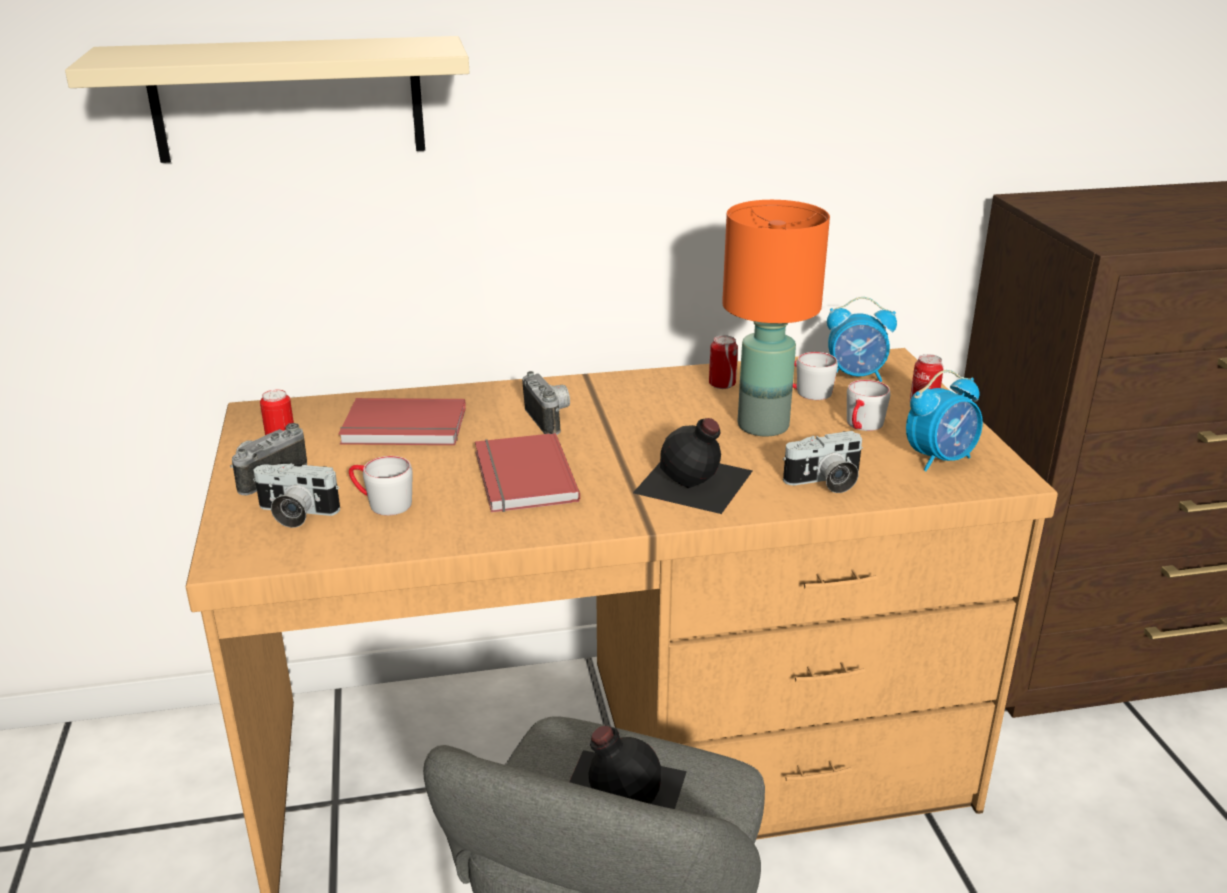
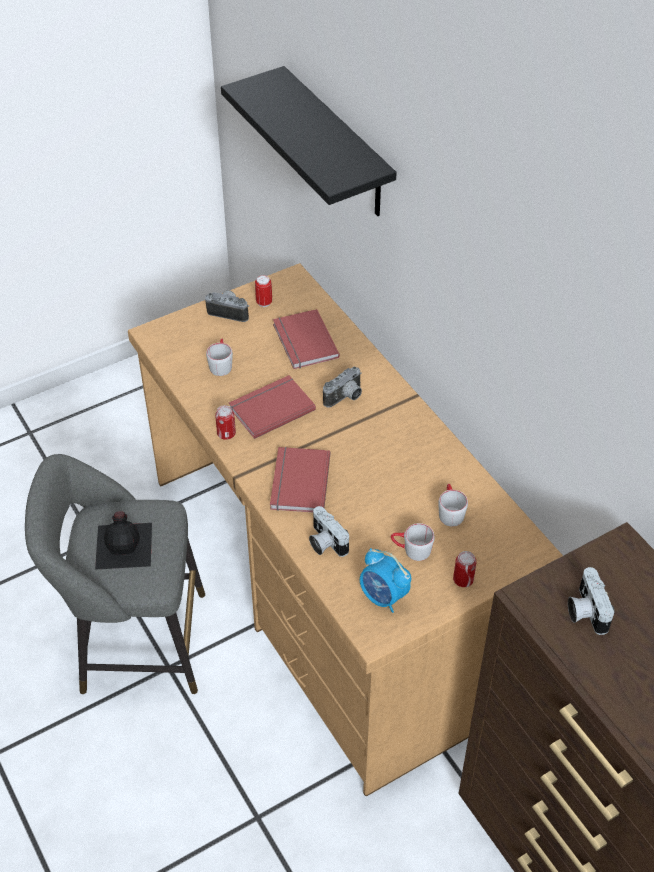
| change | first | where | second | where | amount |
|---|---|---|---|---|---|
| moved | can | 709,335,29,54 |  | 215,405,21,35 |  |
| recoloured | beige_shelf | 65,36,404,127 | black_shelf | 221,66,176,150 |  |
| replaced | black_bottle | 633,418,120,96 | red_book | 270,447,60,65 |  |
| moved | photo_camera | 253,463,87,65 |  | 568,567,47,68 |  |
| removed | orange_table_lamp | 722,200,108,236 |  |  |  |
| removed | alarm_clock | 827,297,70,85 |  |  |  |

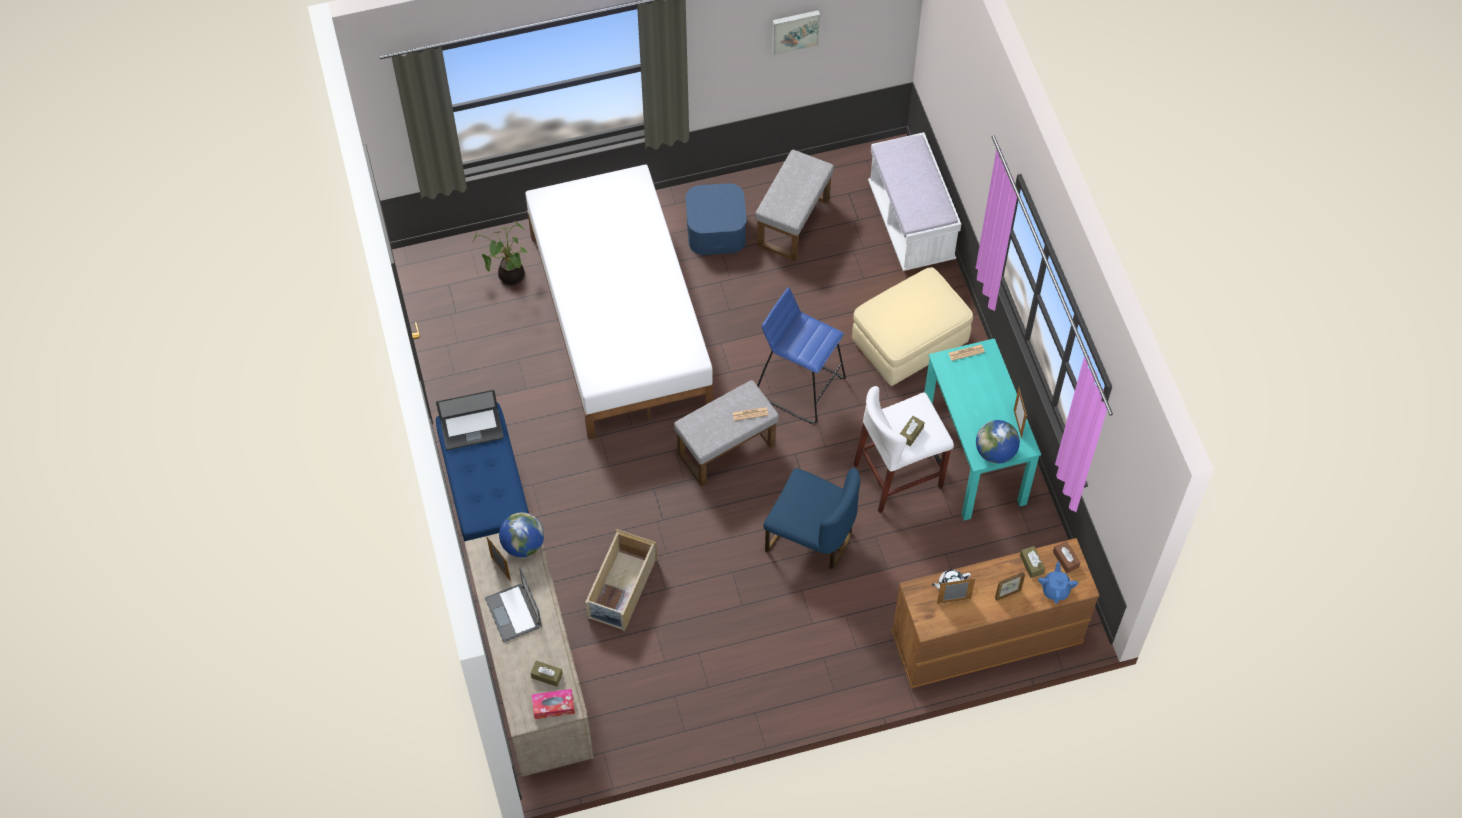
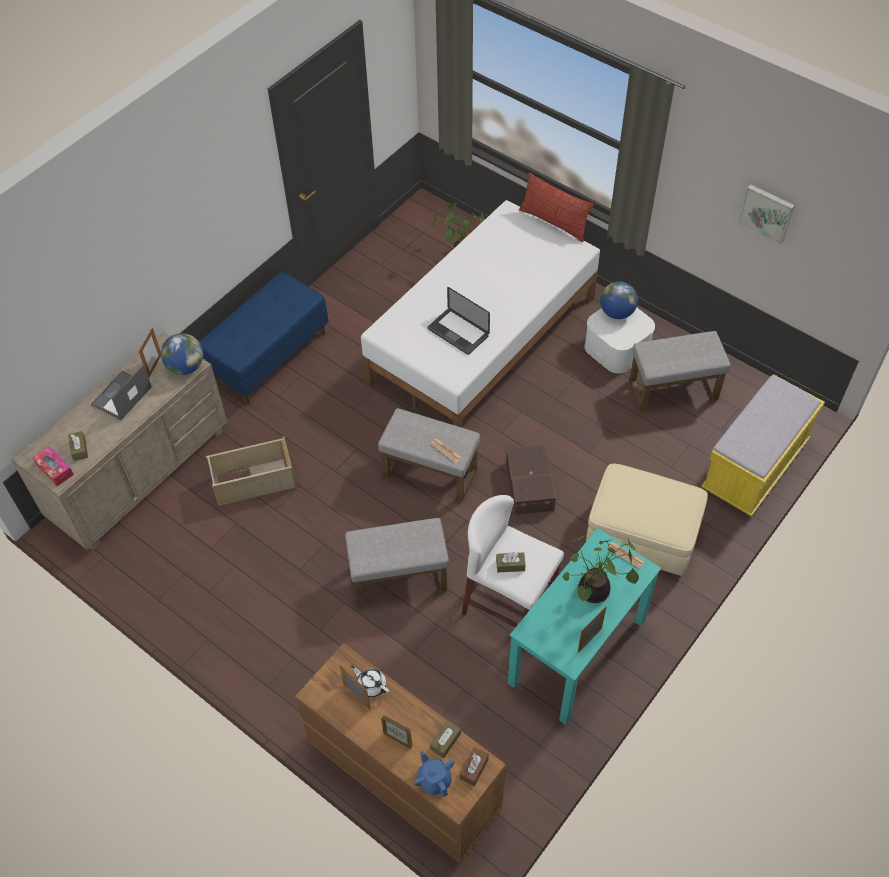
| change | first | where | second | where | amount |
|---|---|---|---|---|---|
| replaced | blue_chair | 763,468,97,101 | grey_ottoman | 345,518,104,87 |  |
| turned | blue_teapot | 1038,562,40,42 |  | 414,751,40,46 | 90 degrees counterclockwise |
| moved | laptop | 436,390,68,60 |  | 428,287,62,68 |  |
| replaced | blue_stool | 757,287,89,137 | brown_storage_box | 506,445,50,70 |  |
| added |  |  | pillow | 519,173,75,69 |  |
| added |  |  | potted_plant | 562,536,77,67 |  |
| recoloured | blue_storage_box | 686,183,61,72 | white_storage_box | 585,307,70,66 |  |
| moved | globe | 976,420,44,44 |  | 600,282,38,37 |  |
| recoloured | white_bench | 868,132,93,139 | yellow_bench | 701,374,124,143 |  |

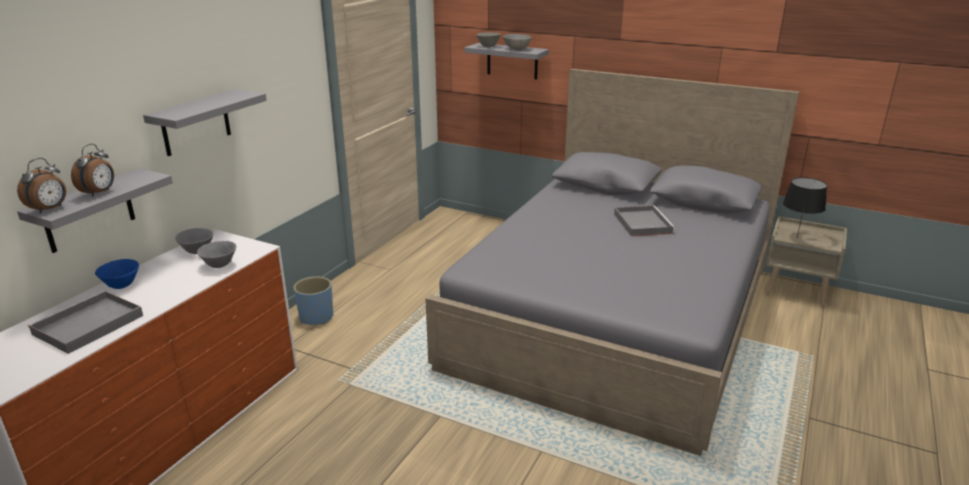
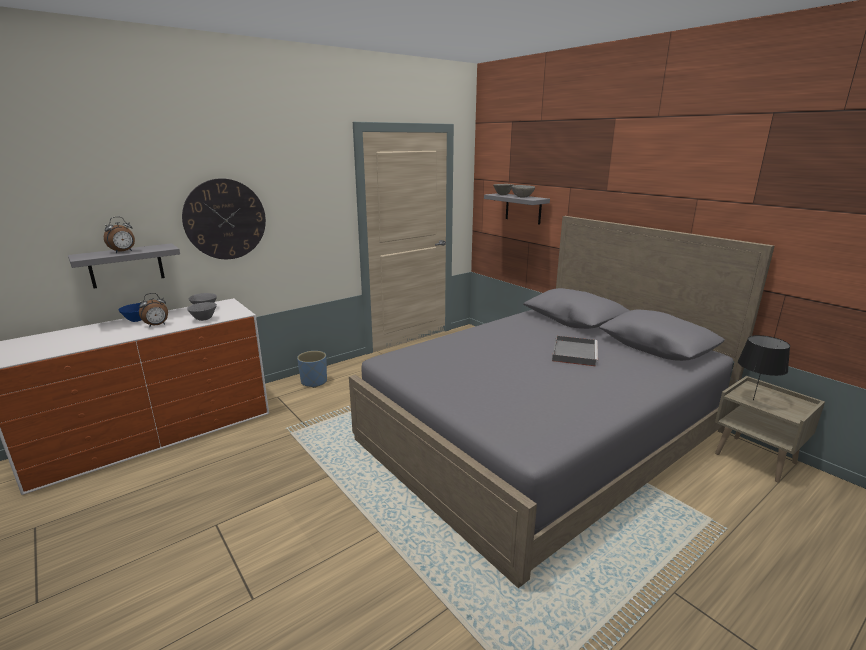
| change | first | where | second | where | amount |
|---|---|---|---|---|---|
| moved | alarm_clock | 17,158,49,56 |  | 139,293,29,34 |  |
| replaced | grey_shelf | 143,89,124,67 | wall_clock | 182,178,84,81 |  |
| removed | grey_tray | 28,291,115,63 |  |  |  |

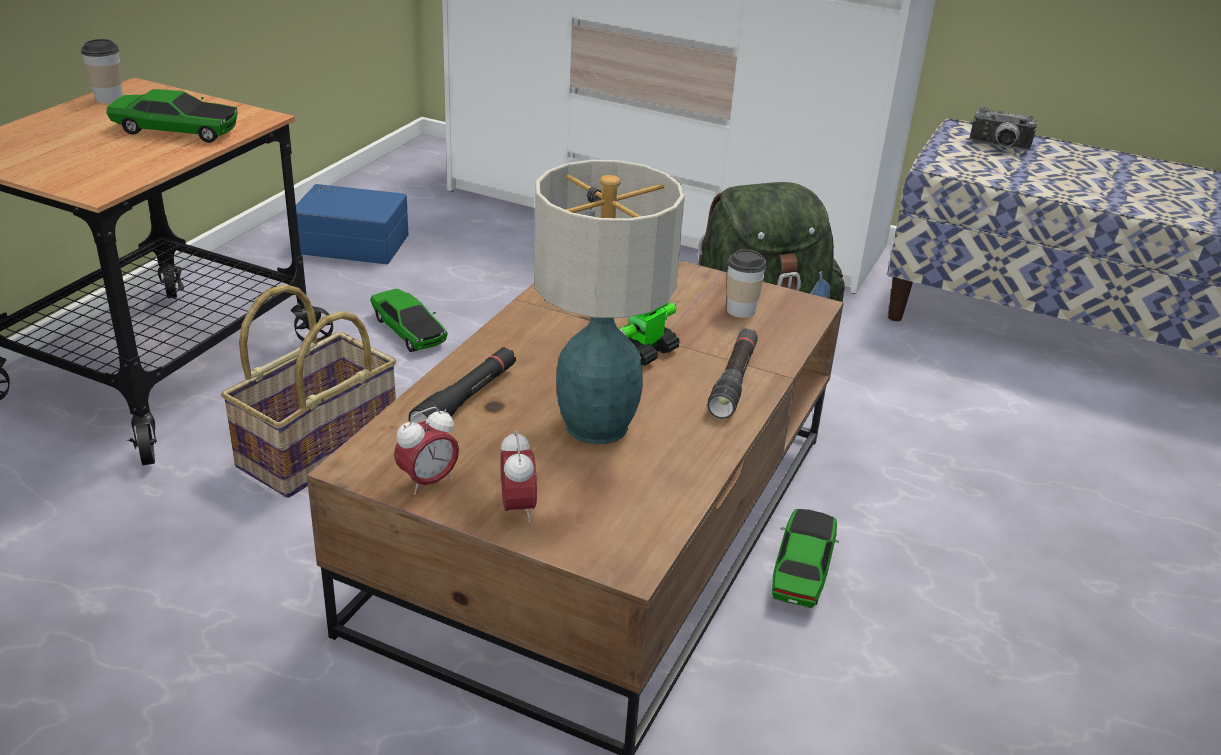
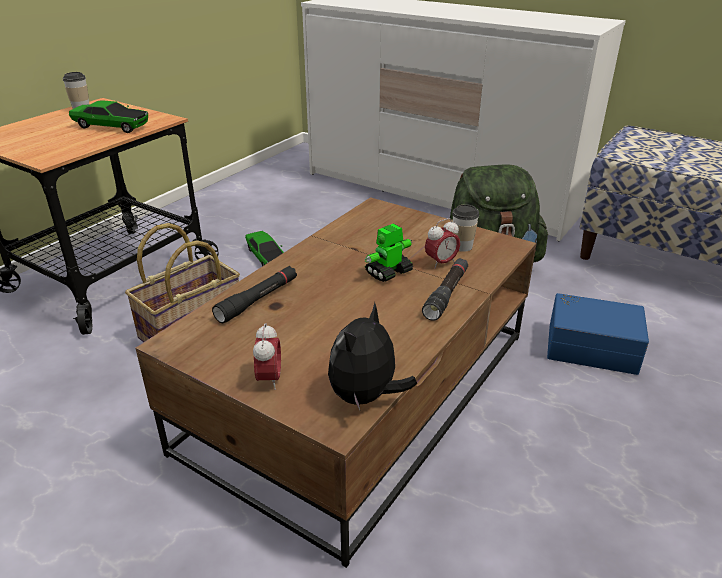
| change | first | where | second | where | amount |
|---|---|---|---|---|---|
| added |  |  | plush_toy | 328,302,89,108 |  |
| moved | alarm_clock | 394,407,65,88 |  | 425,218,35,51 |  |
| moved | blue_storage_box | 296,184,112,80 |  | 547,293,102,82 |  |
| removed | table_lamp | 534,160,151,284 |  |  |  |
| removed | toy_car | 772,509,67,99 |  |  |  |
| removed | photo_camera | 969,106,68,45 |  |  |  |

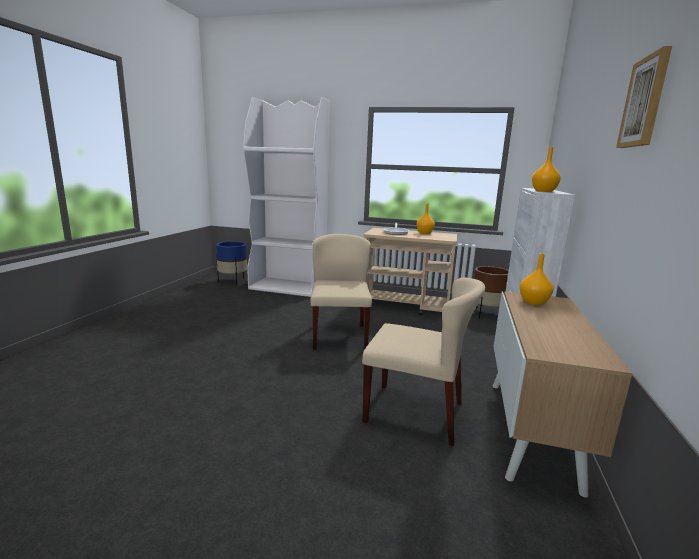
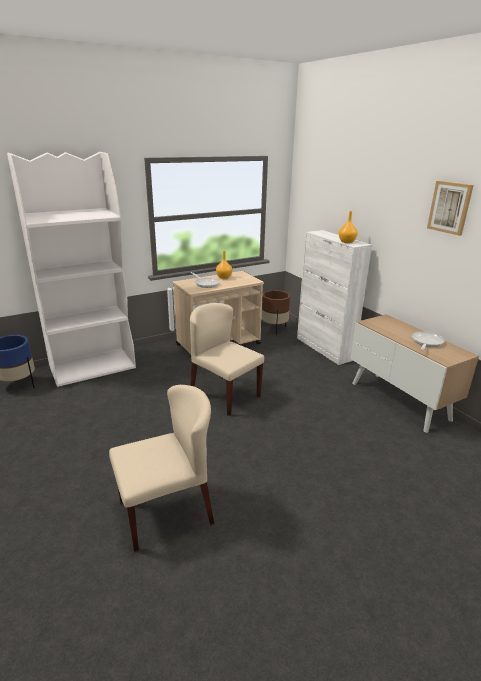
| change | first | where | second | where | amount |
|---|---|---|---|---|---|
| moved | beige_chair | 362,277,123,169 |  | 109,385,105,166 |  |
| added |  |  | frying_pan | 412,332,33,18 |  |
| removed | orange_vase | 519,253,34,52 |  |  |  |

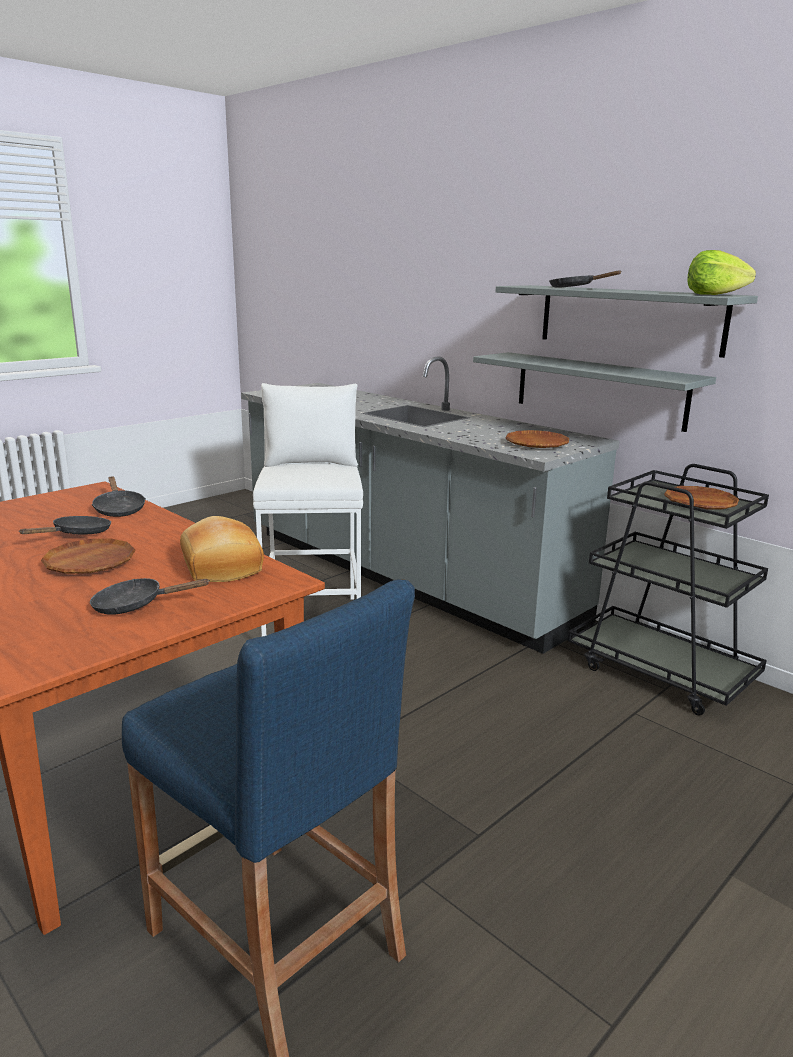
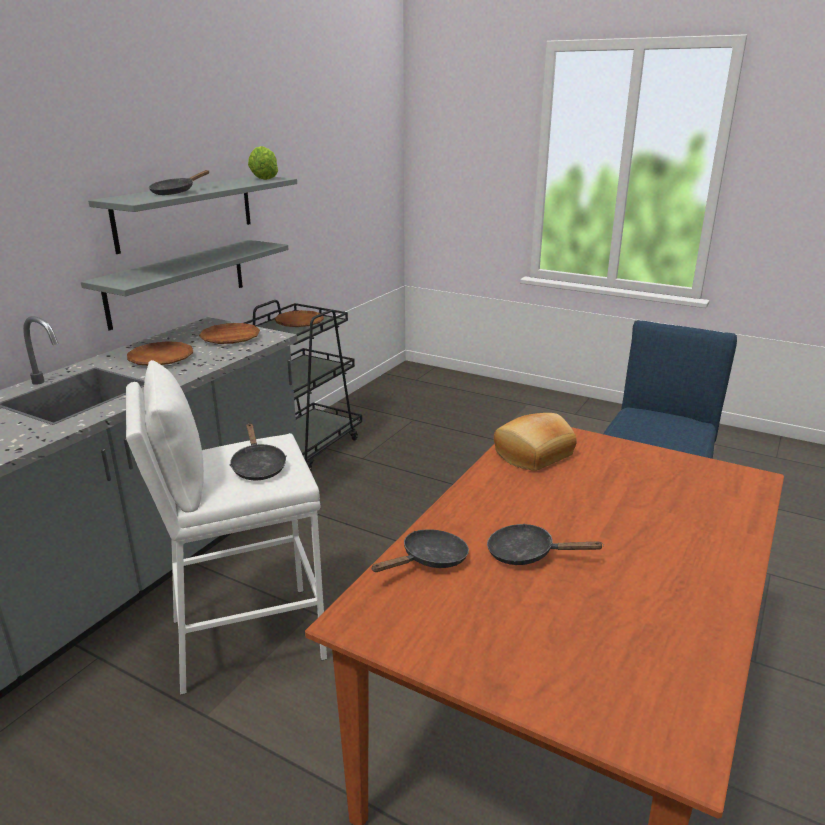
| change | first | where | second | where | amount |
|---|---|---|---|---|---|
| moved | brown_plate | 41,538,94,36 |  | 127,341,66,24 |  |
| moved | black_frying_pan | 90,578,119,37 |  | 230,423,57,57 |  |

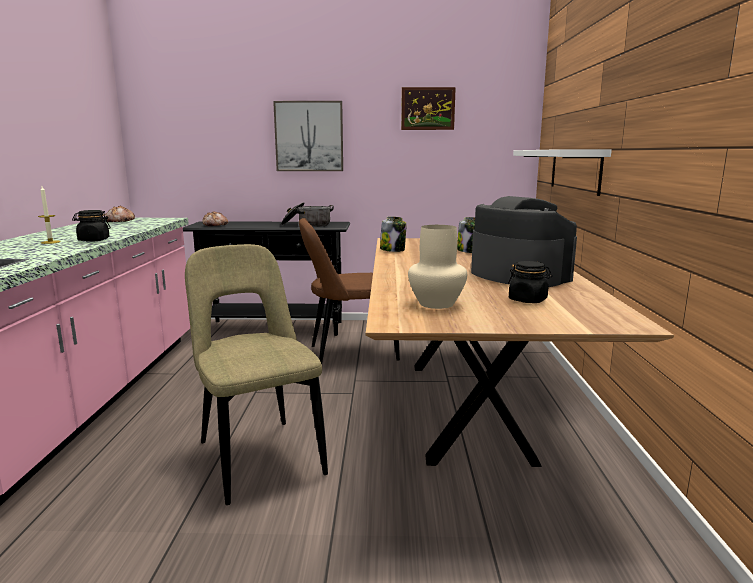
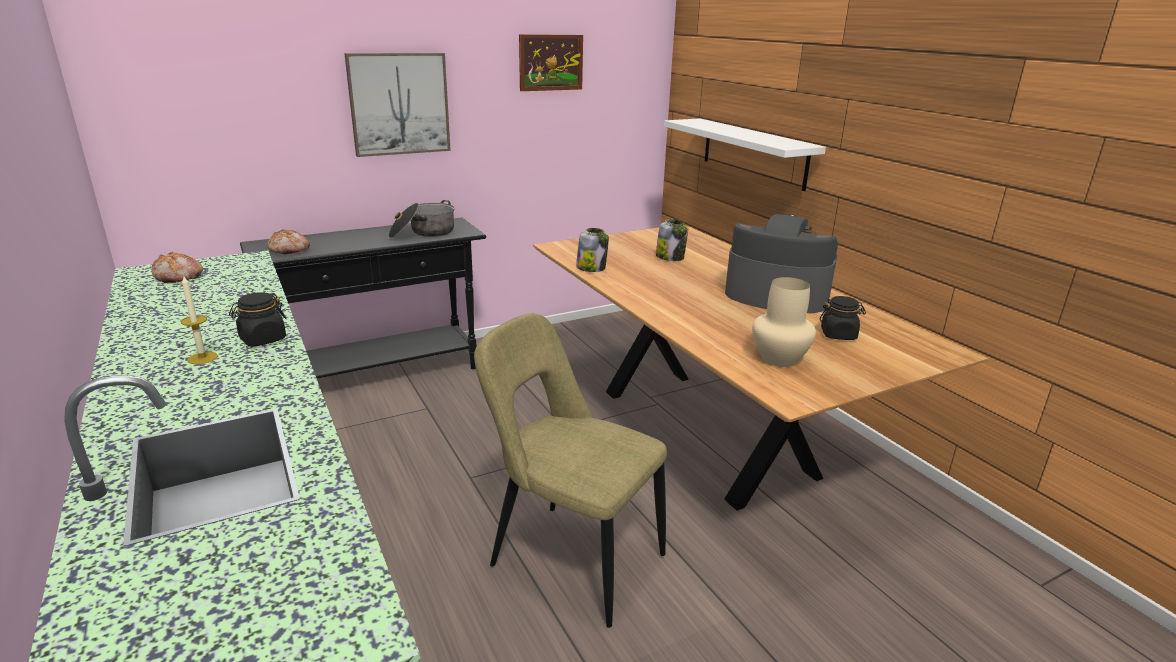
| change | first | where | second | where | amount |
|---|---|---|---|---|---|
| removed | brown_chair | 299,218,101,146 |  |  |  |

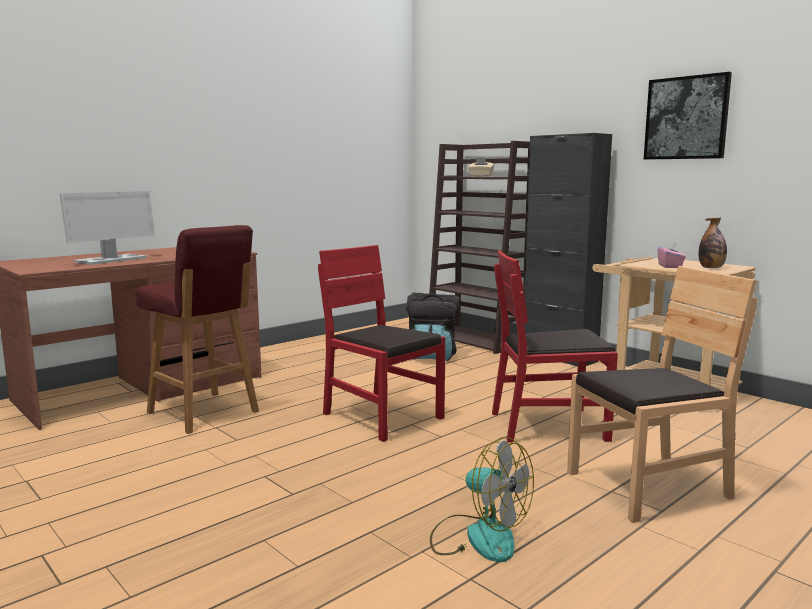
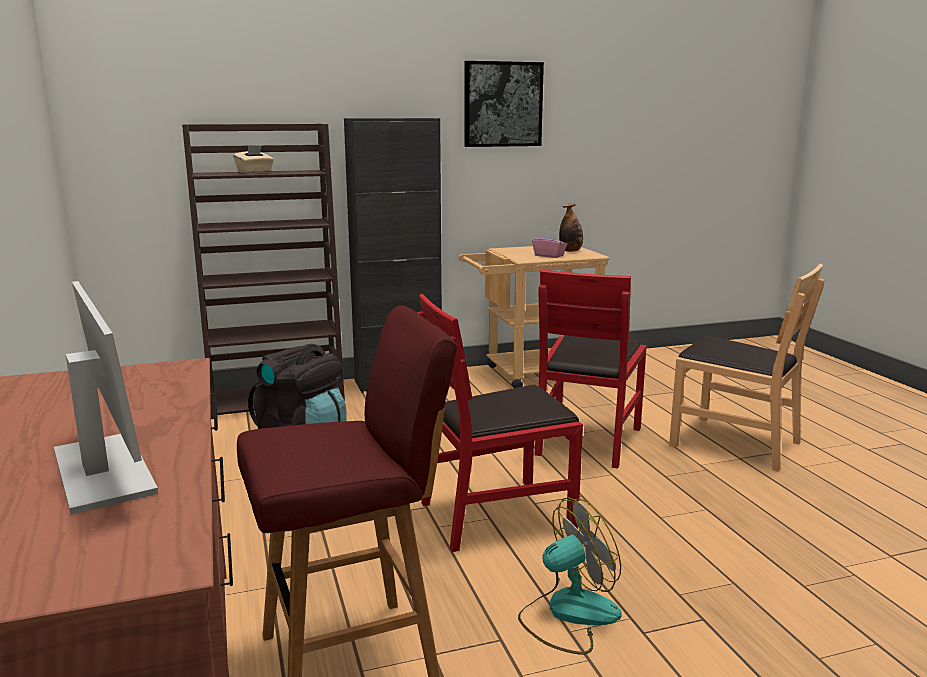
| change | first | where | second | where | amount |
|---|---|---|---|---|---|
| moved | fan | 430,437,104,125 |  | 518,497,103,158 |  |
| turned | brown_chair | 567,266,191,257 |  | 669,264,155,208 | 120 degrees clockwise |

